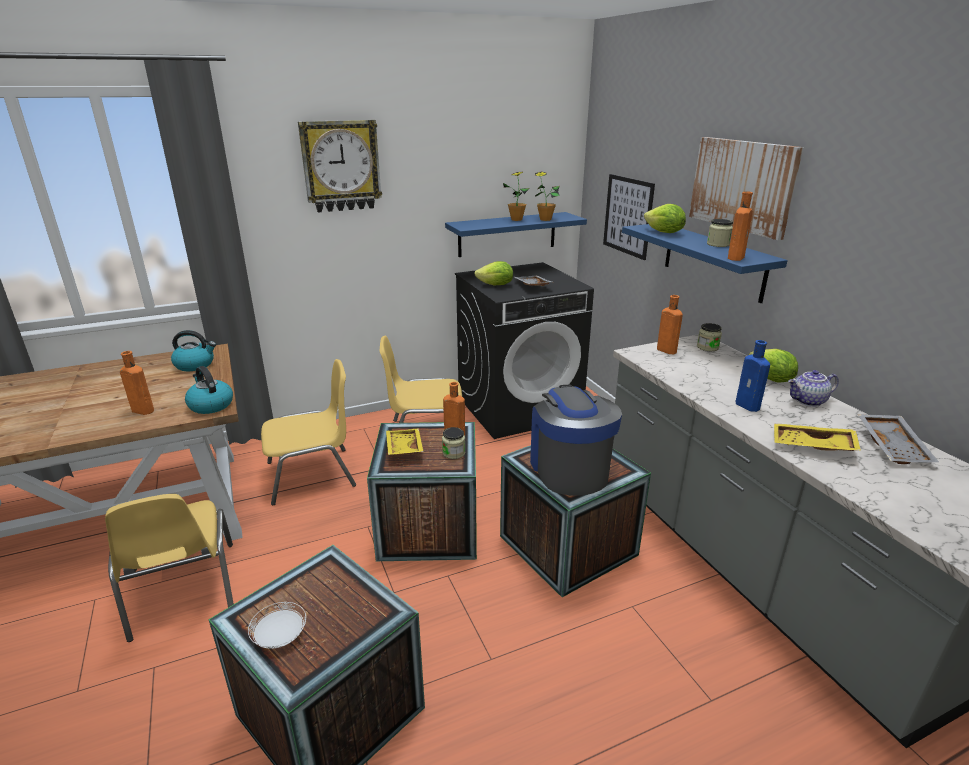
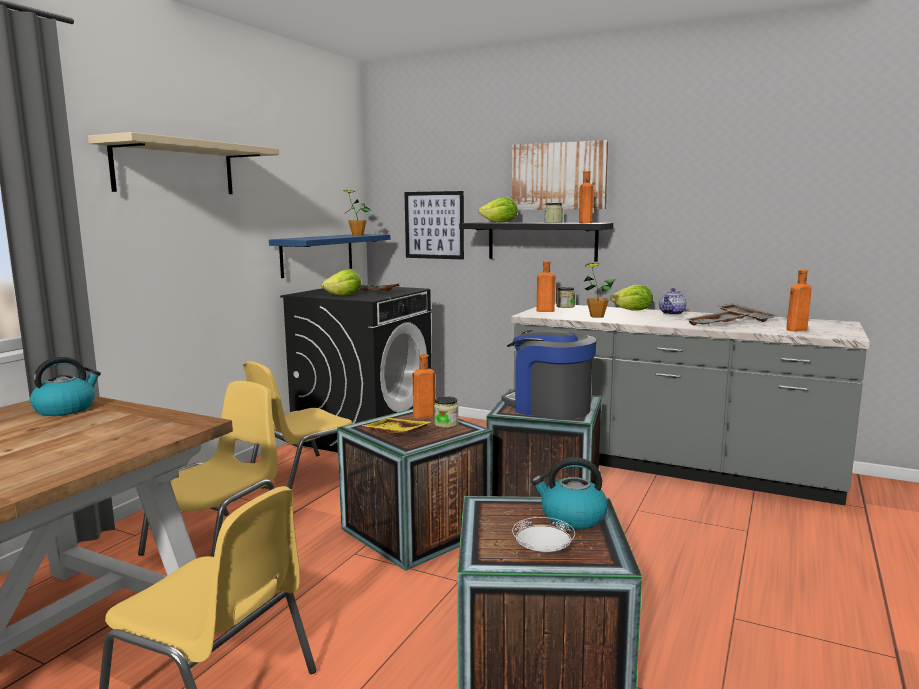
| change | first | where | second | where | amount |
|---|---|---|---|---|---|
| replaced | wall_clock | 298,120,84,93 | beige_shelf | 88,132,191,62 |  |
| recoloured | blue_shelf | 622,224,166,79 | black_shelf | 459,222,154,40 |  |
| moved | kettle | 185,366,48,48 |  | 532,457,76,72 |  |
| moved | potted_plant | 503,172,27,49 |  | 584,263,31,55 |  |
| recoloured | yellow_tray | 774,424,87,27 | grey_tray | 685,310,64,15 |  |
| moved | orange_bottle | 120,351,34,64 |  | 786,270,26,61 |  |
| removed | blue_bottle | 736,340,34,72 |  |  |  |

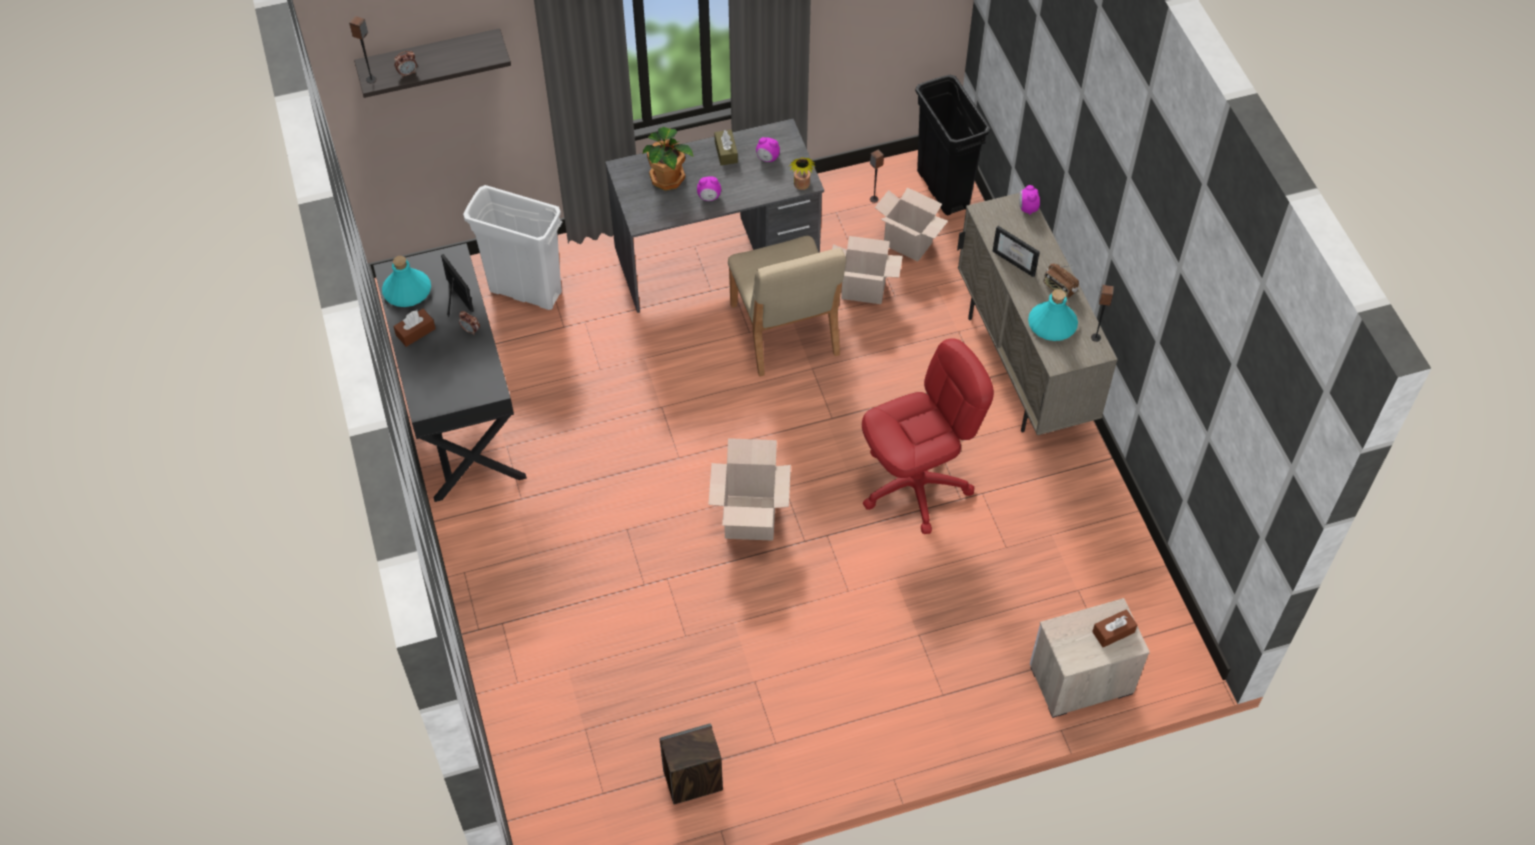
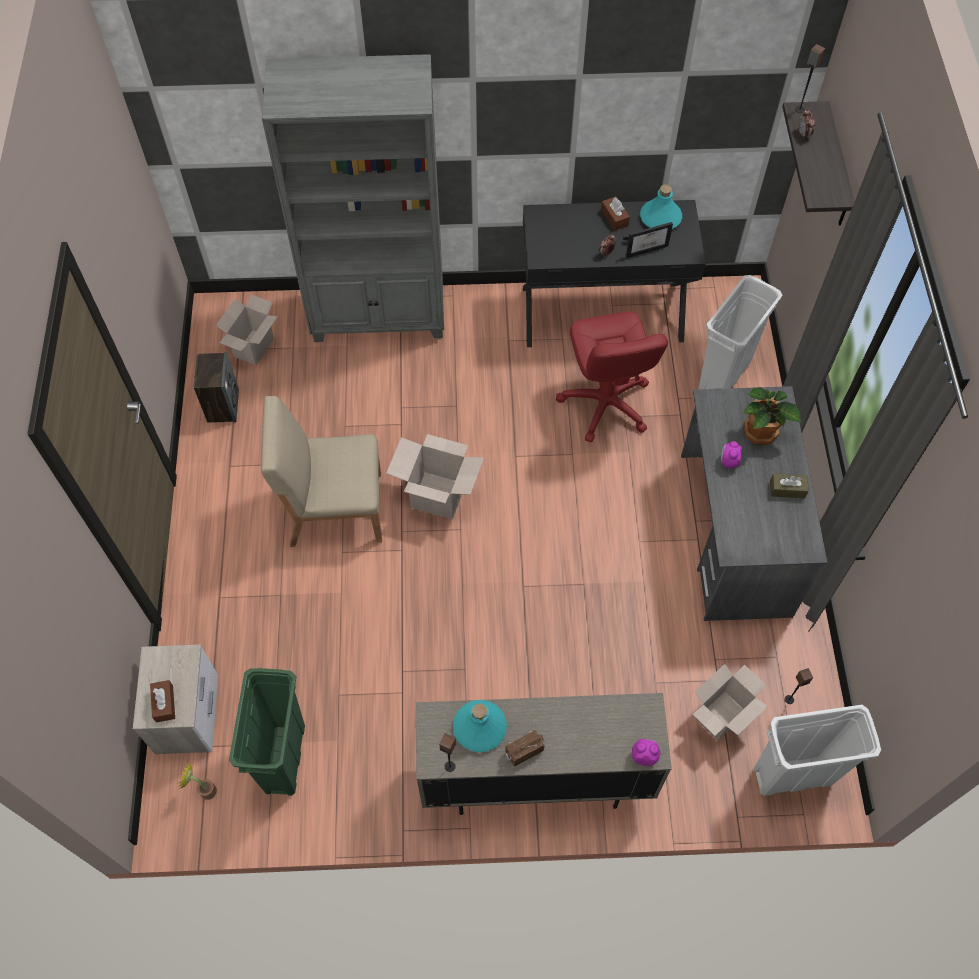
| change | first | where | second | where | amount |
|---|---|---|---|---|---|
| moved | potted_plant | 790,158,26,32 |  | 178,762,39,38 |  |
| moved | cardboard_box | 832,236,71,68 |  | 216,294,62,71 |  |
| added |  |  | green_trash_can | 229,668,76,128 |  |
| moved | beige_chair | 728,236,118,141 |  | 261,396,121,151 |  |
| added |  |  | grey_bookcase | 262,54,182,288 |  |
| moved | red_office_chair | 862,338,132,196 |  | 556,311,112,131 |  |
| recoloured | black_trash_can | 915,75,76,140 | white_trash_can | 754,705,127,91 |  |
| removed | alarm_clock | 756,137,24,25 |  |  |  |
| removed | picture_frame | 992,226,48,51 |  |  |  |

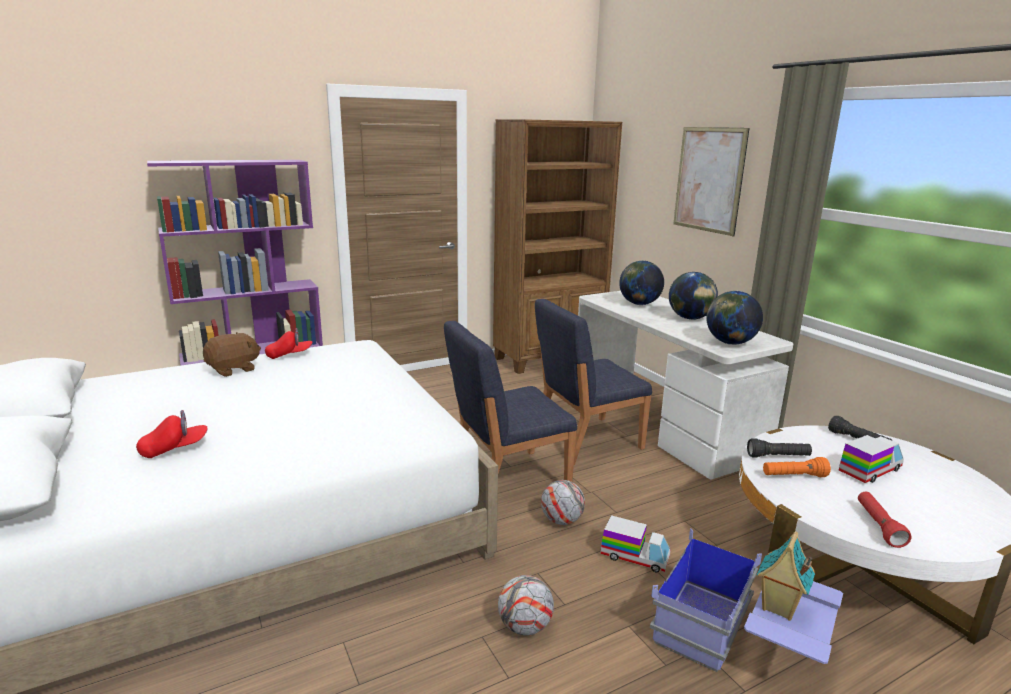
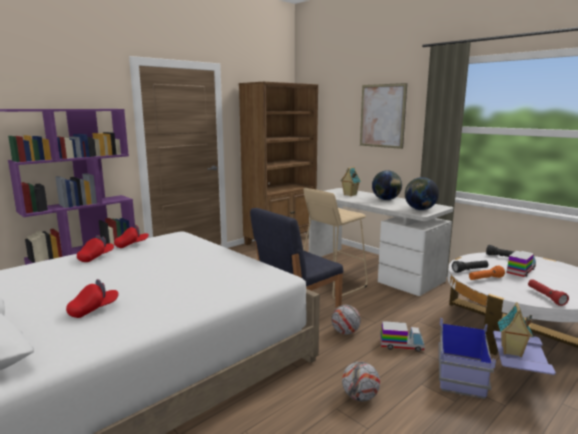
| change | first | where | second | where | amount |
|---|---|---|---|---|---|
| replaced | brown_plush_toy | 203,332,58,45 | red_cap | 77,235,37,27 |  |
| replaced | blue_chair | 535,299,117,166 | beige_stool | 304,188,64,111 |  |
| replaced | globe | 619,260,45,45 | toy_house | 340,167,21,29 |  |

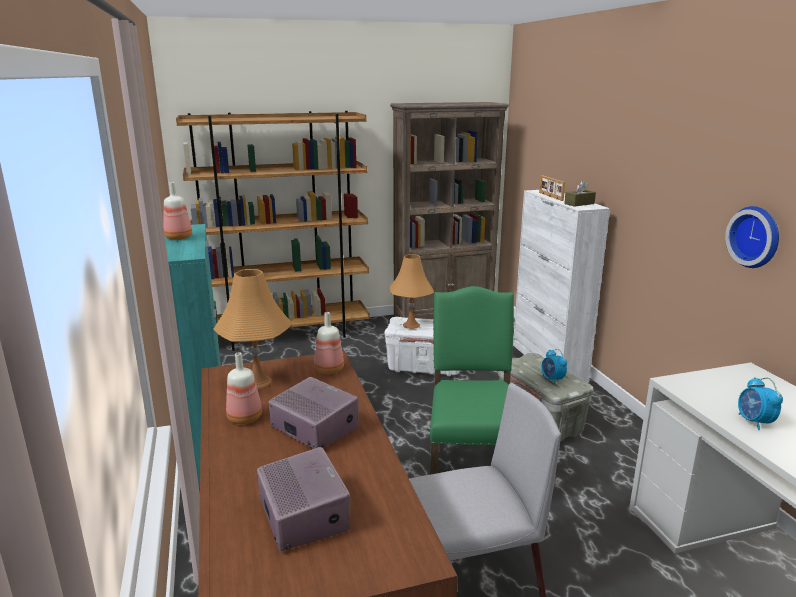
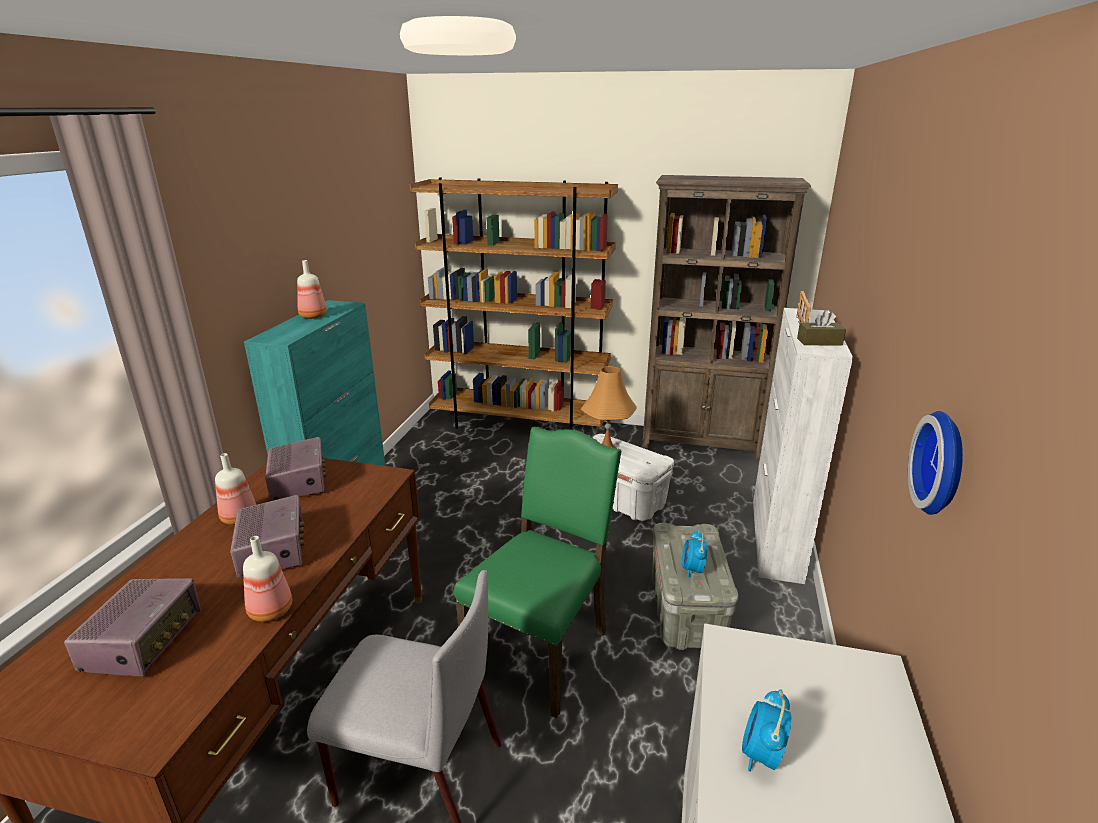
| change | first | where | second | where | amount |
|---|---|---|---|---|---|
| moved | bottle | 314,312,30,62 |  | 243,536,49,86 |  |
| replaced | orange_table_lamp | 213,269,79,120 | radio | 265,437,61,64 |  |

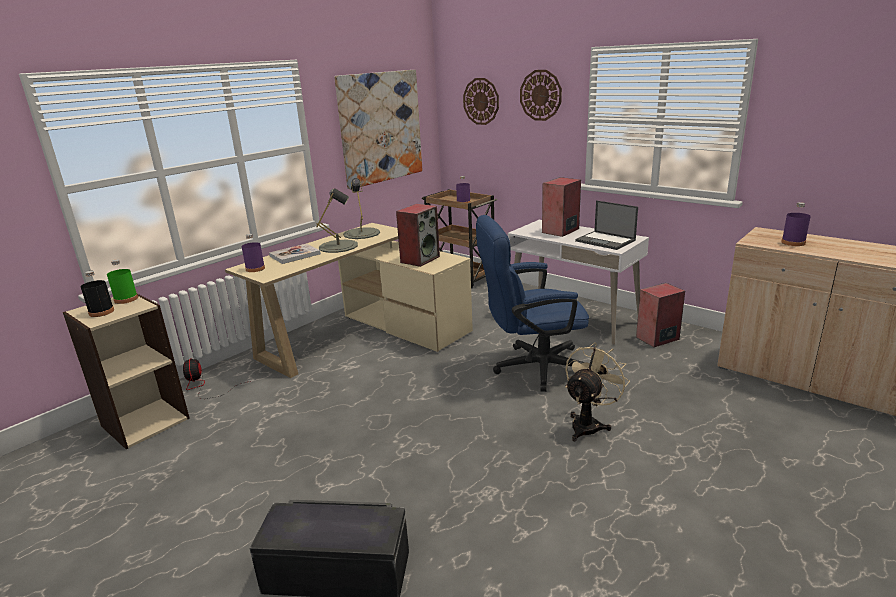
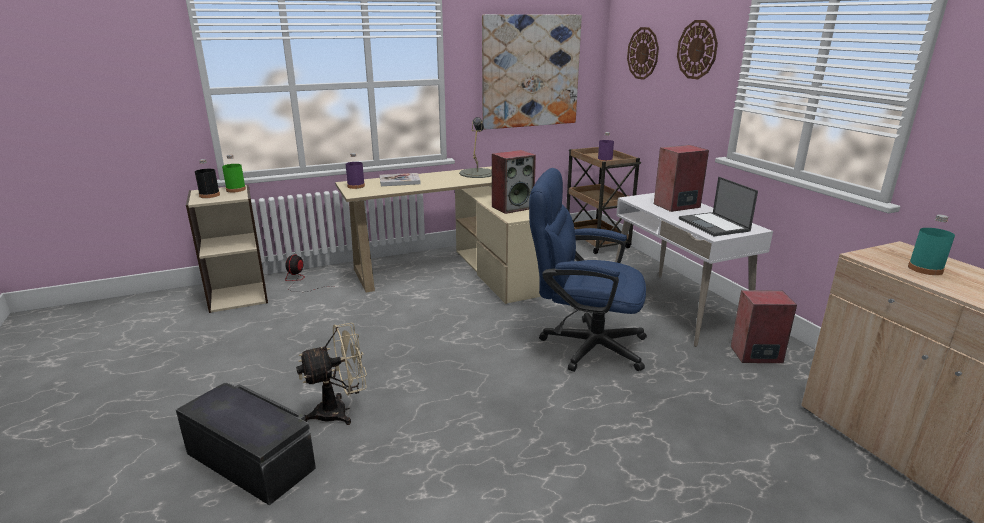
| change | first | where | second | where | amount |
|---|---|---|---|---|---|
| moved | beige_fan | 565,342,65,99 |  | 296,323,71,102 |  |
| recoloured | purple_bottle | 781,202,30,44 | turquoise_bottle | 908,215,47,60 |  |
| removed | grey_table_lamp | 316,188,42,65 |  |  |  |

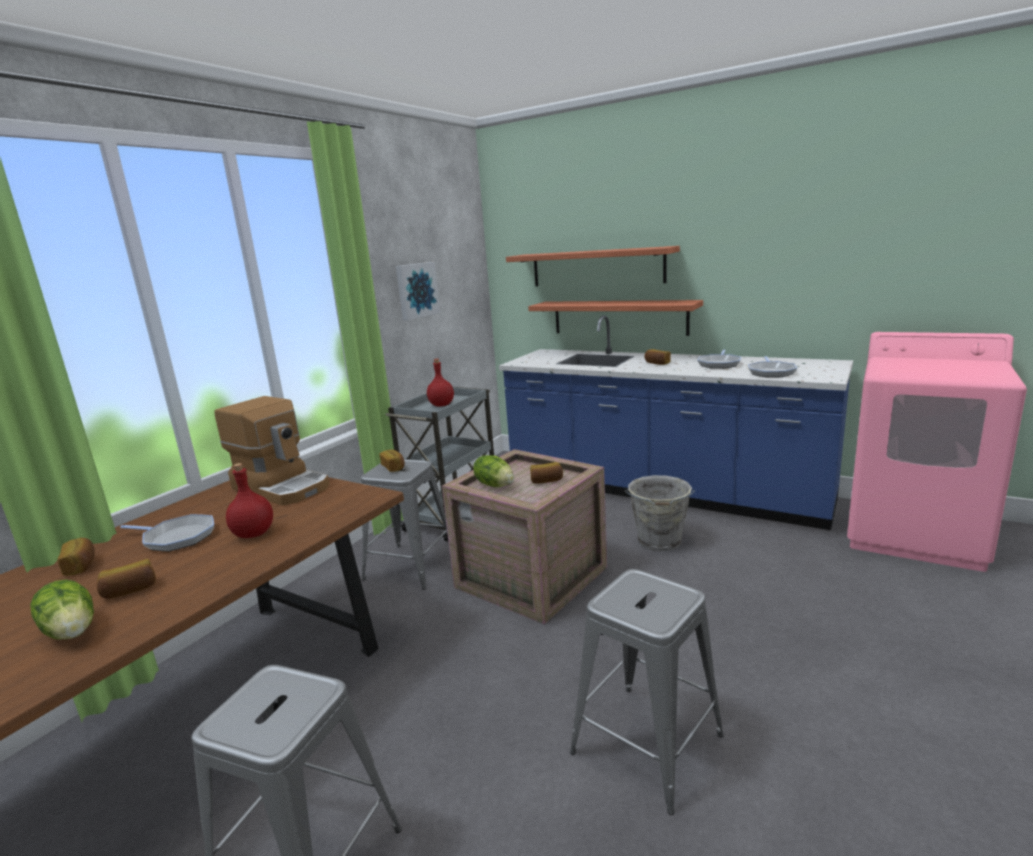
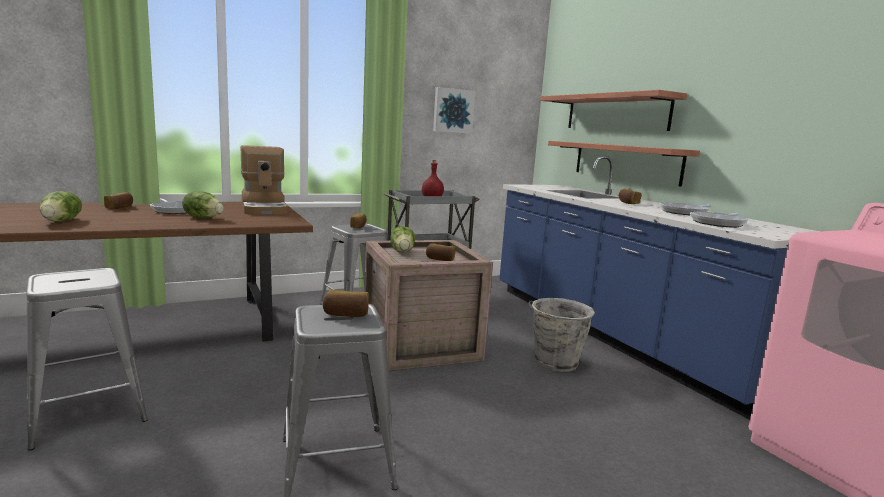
| change | first | where | second | where | amount |
|---|---|---|---|---|---|
| replaced | red_bottle | 226,463,47,75 | lettuce | 182,191,42,27 |  |
| moved | bread | 97,559,59,40 |  | 323,289,46,28 |  |

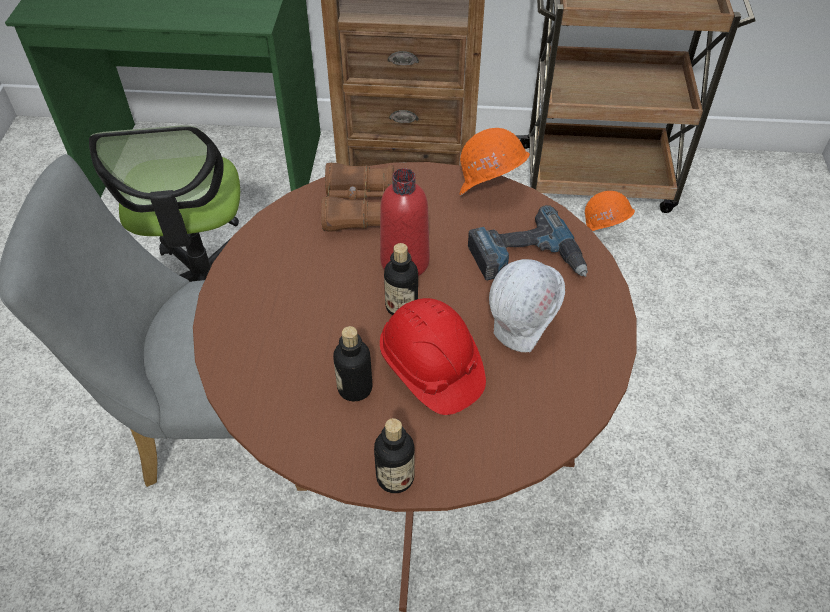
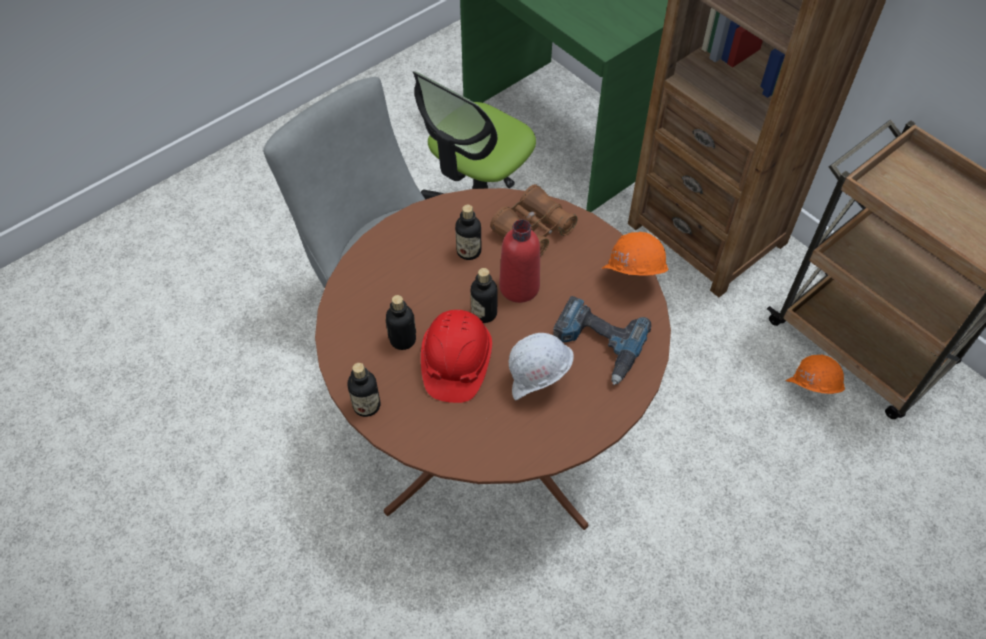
| change | first | where | second | where | amount |
|---|---|---|---|---|---|
| added |  |  | bottle | 455,205,26,55 |  |

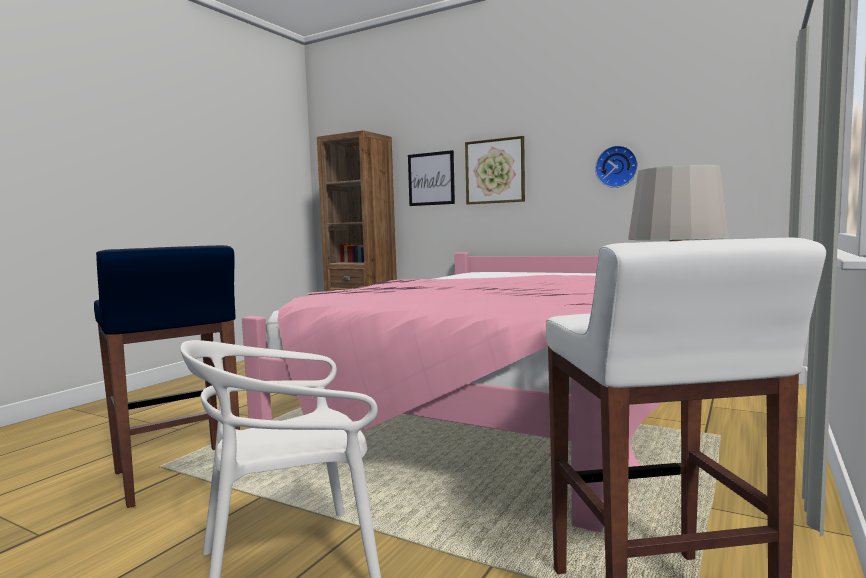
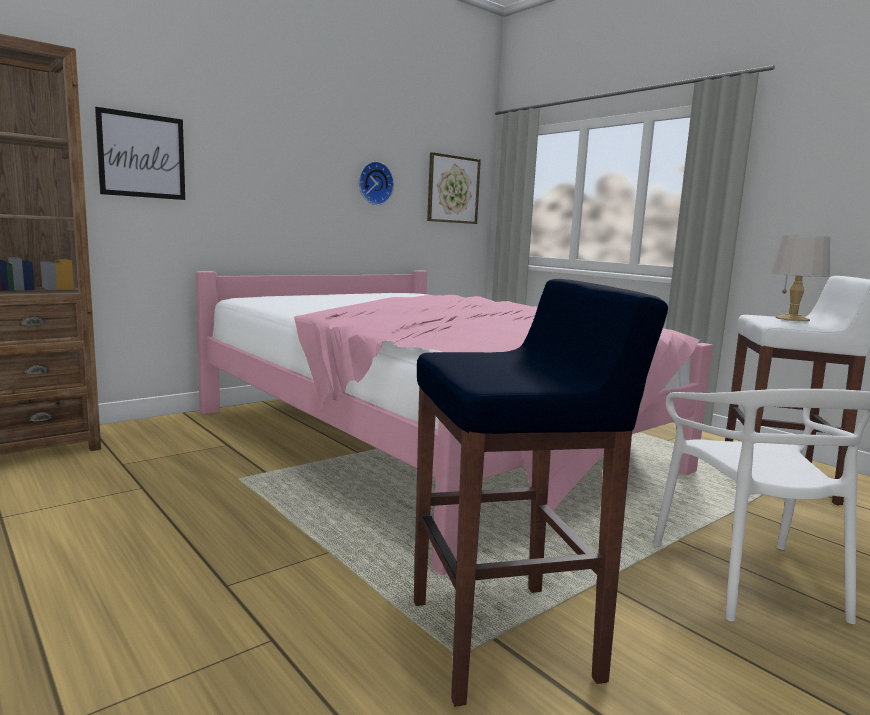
| change | first | where | second | where | amount |
|---|---|---|---|---|---|
| moved | picture | 465,136,60,68 |  | 427,152,54,72 |  |

